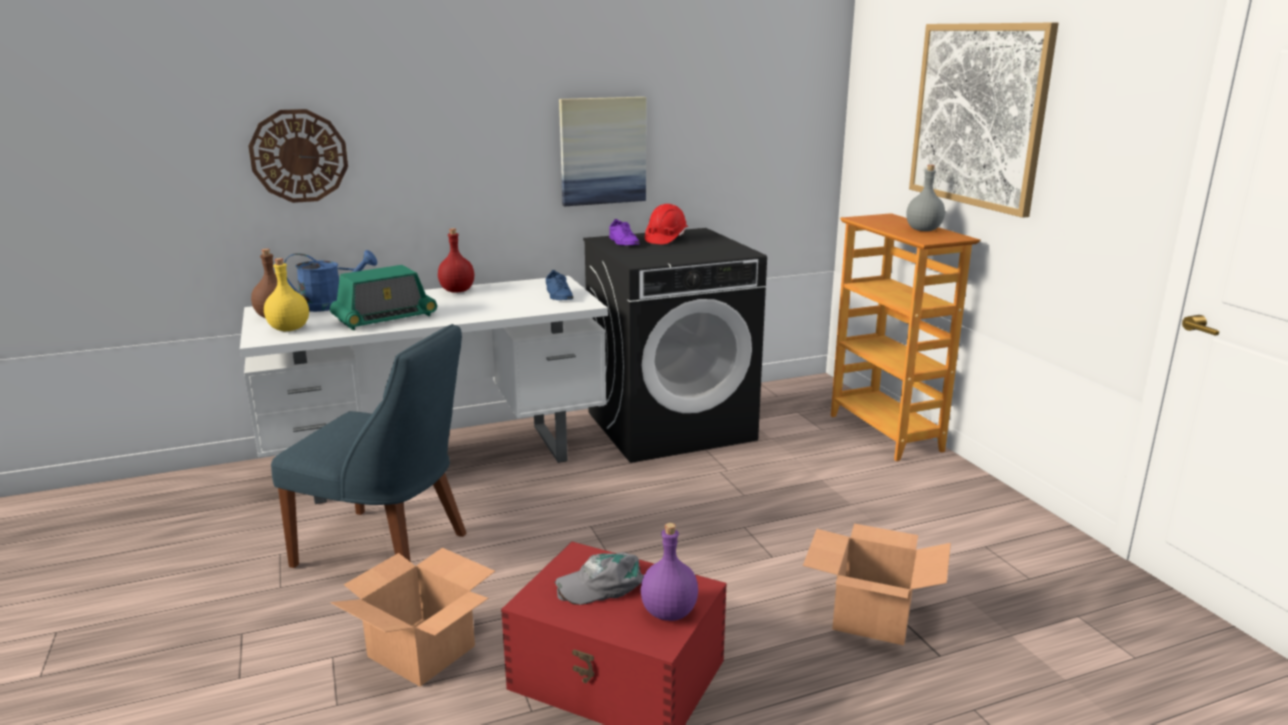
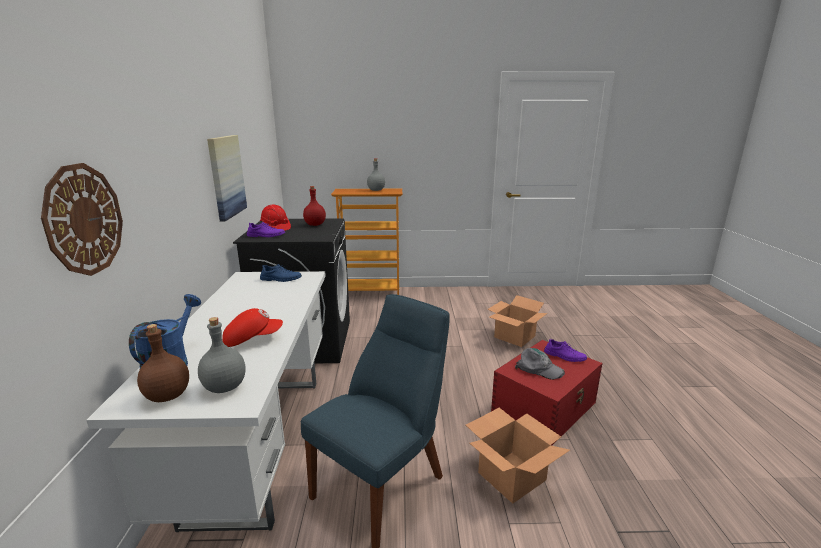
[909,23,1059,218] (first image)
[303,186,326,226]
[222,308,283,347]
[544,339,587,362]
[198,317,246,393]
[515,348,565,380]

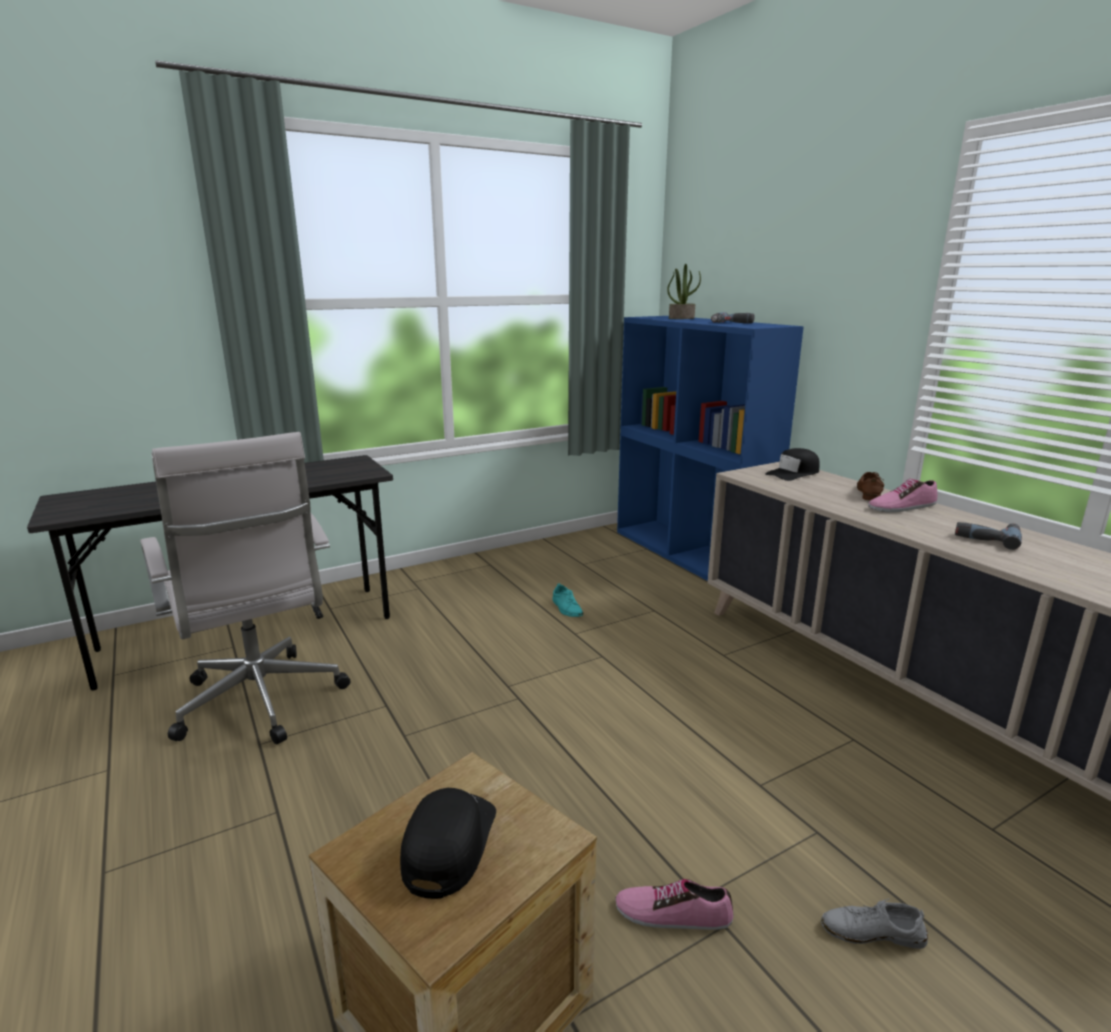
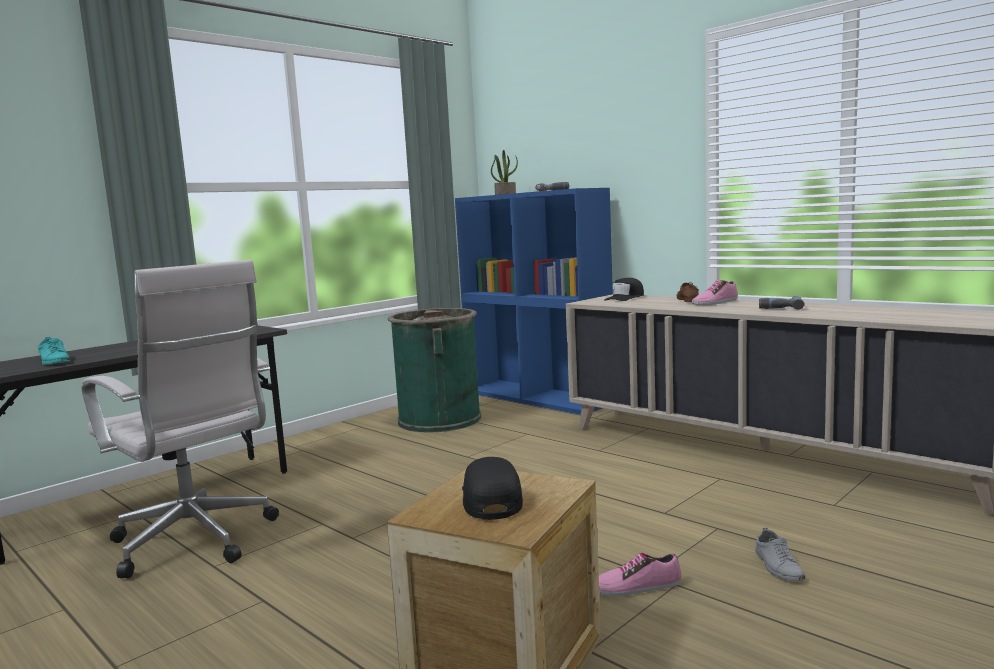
[388,308,481,432]
[38,337,70,365]
[755,527,805,581]

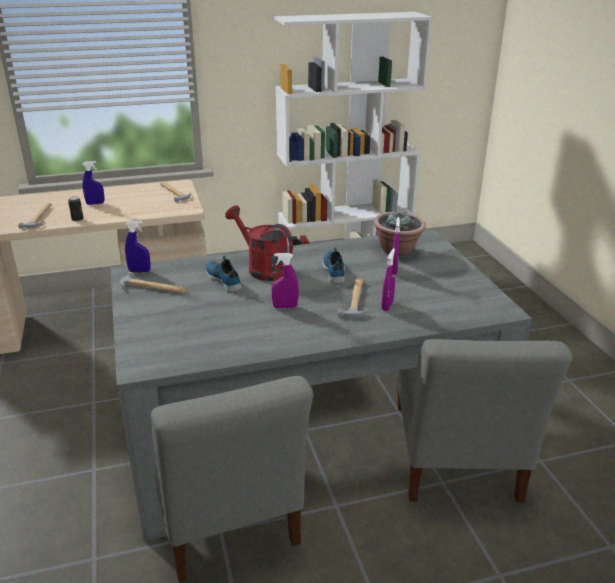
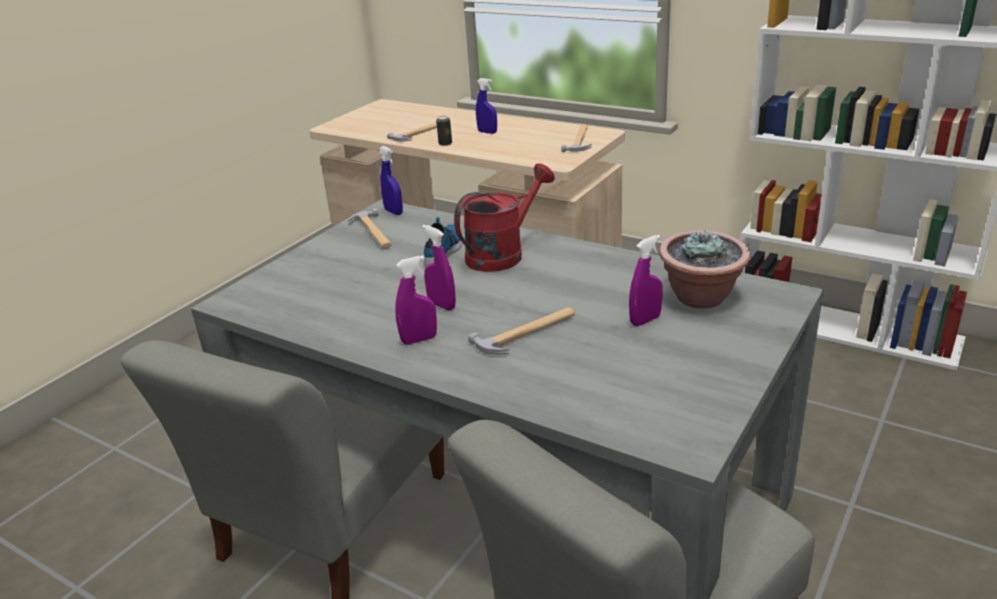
[323,247,345,284] (first image)
[395,255,437,344]
[454,163,555,272]

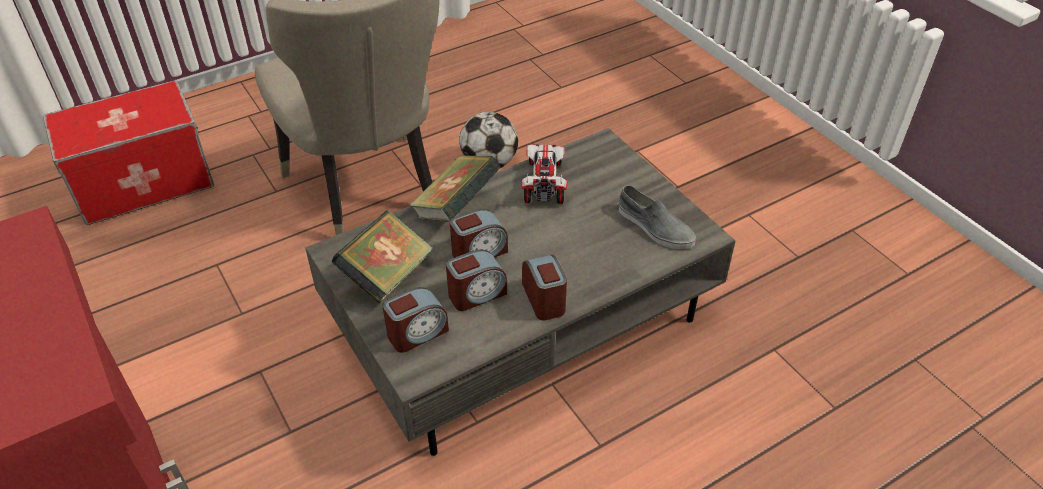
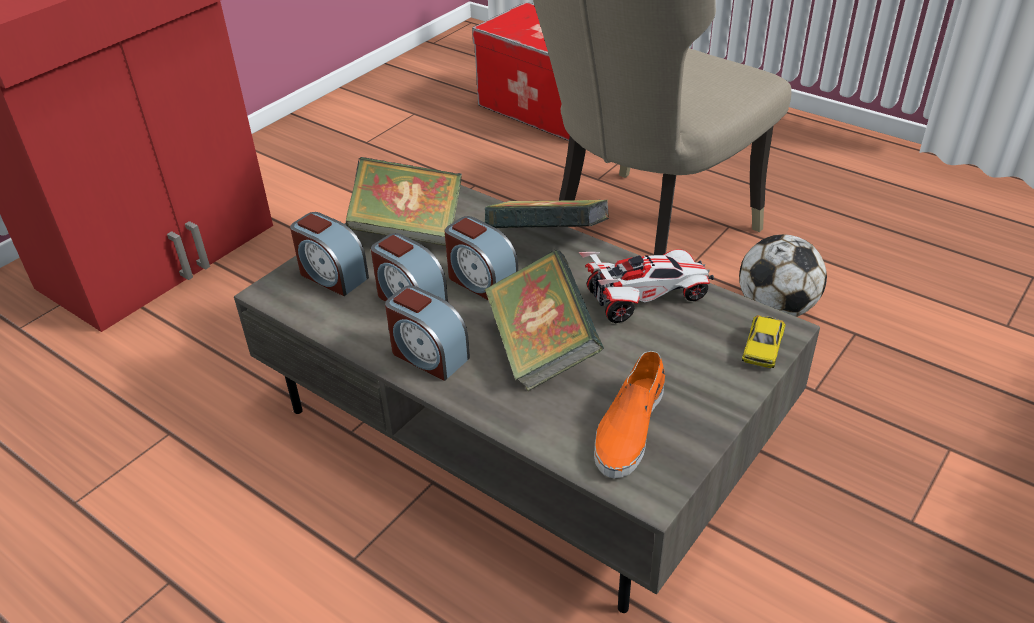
[485,250,604,391]
[742,315,786,368]
[594,351,665,479]
[385,285,470,381]

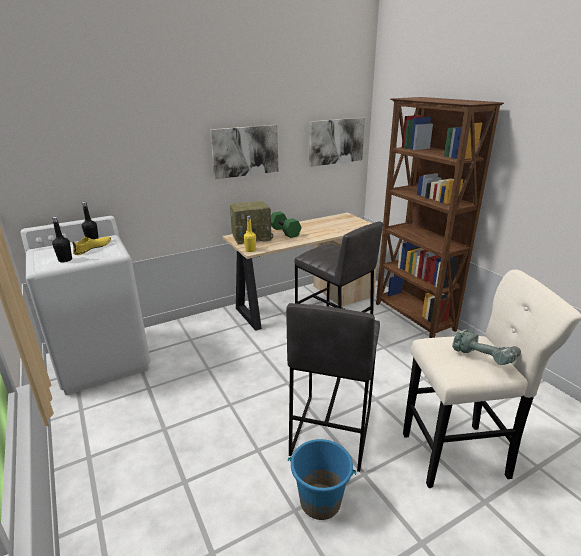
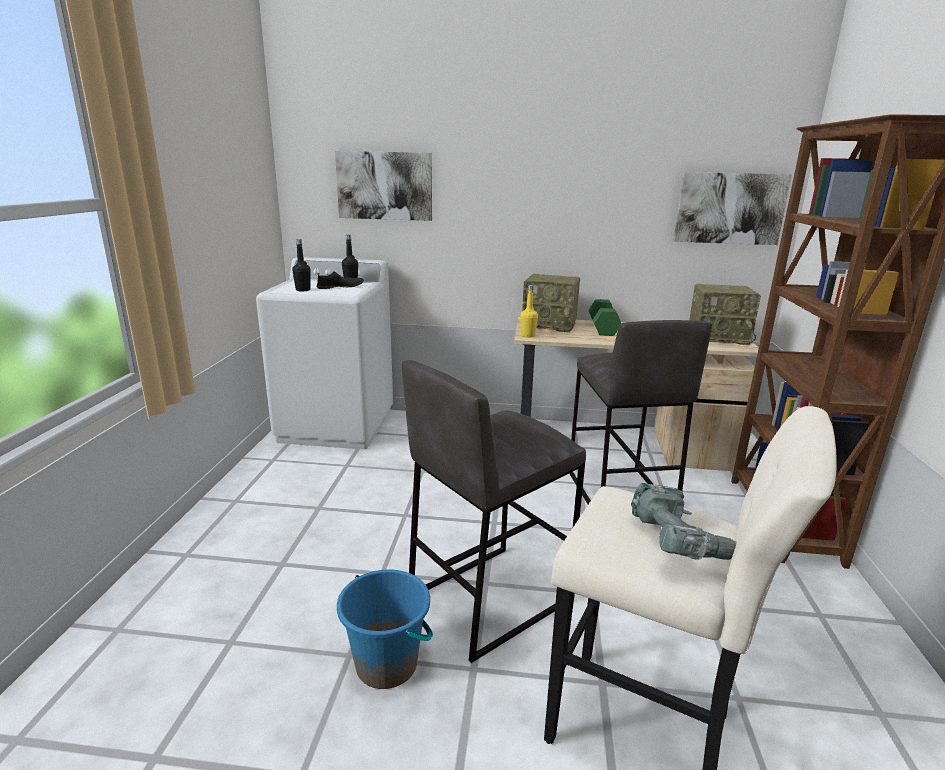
[689,284,761,345]
[335,151,432,221]
[317,271,364,289]

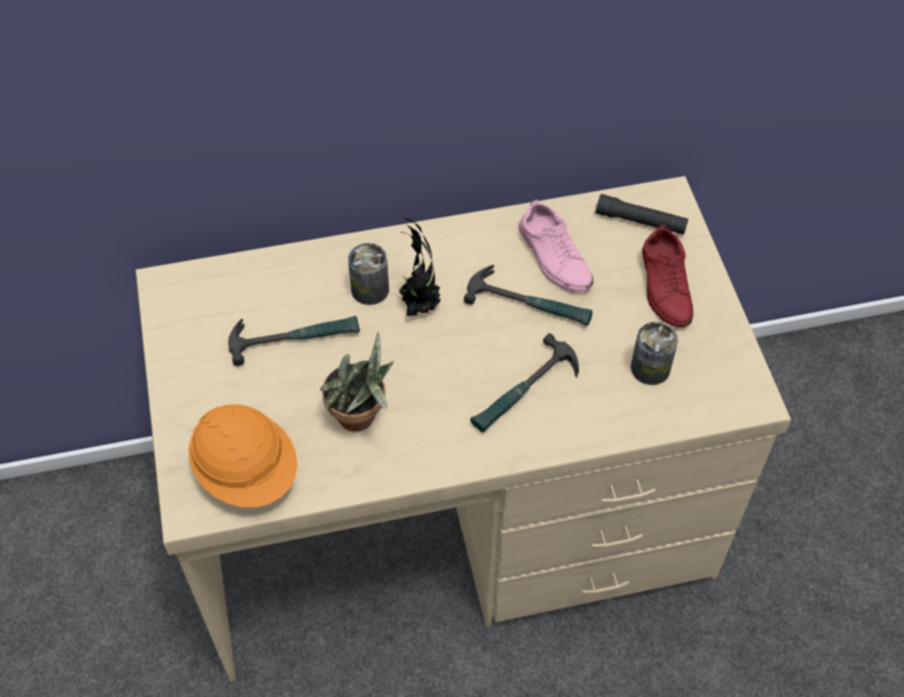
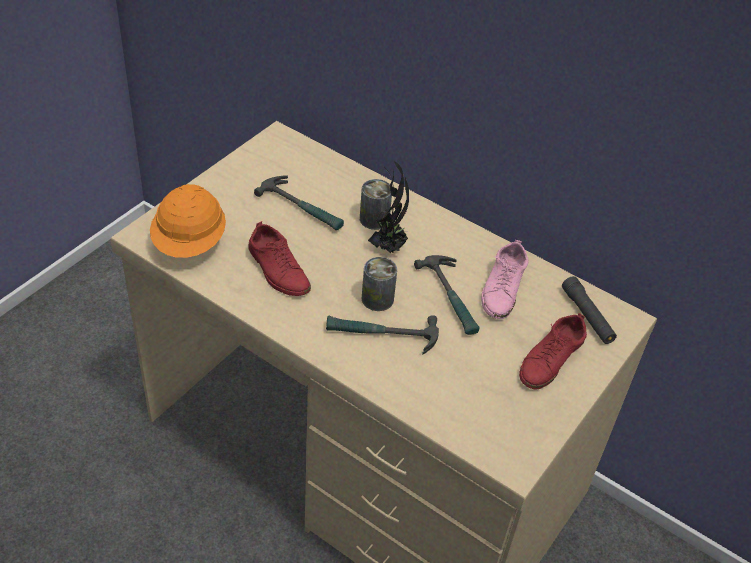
[362,257,397,311]
[248,221,311,296]

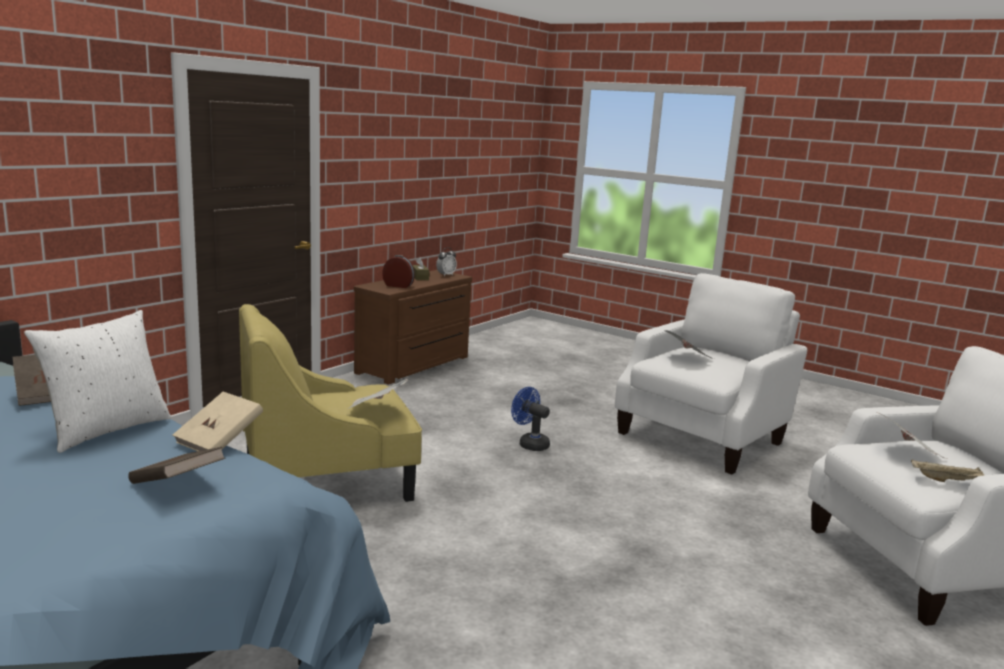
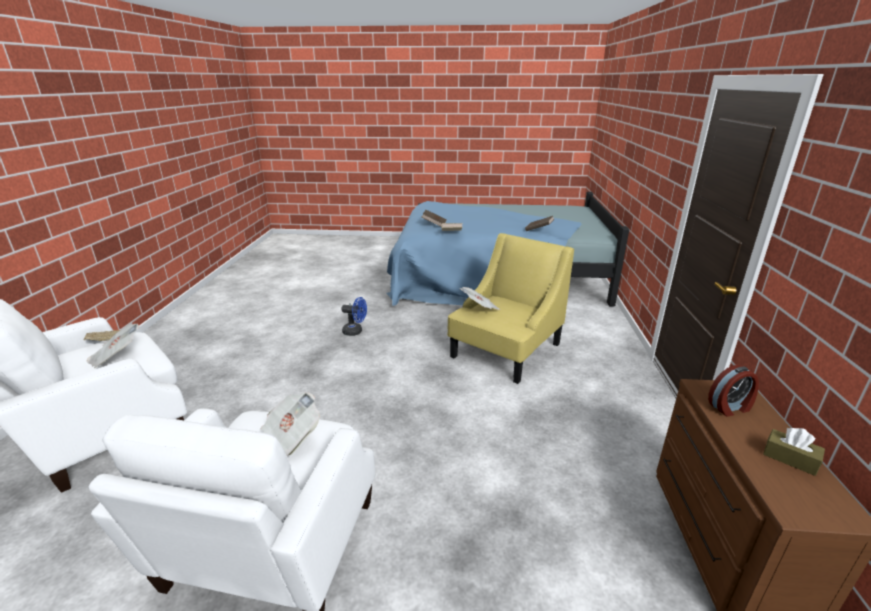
[24,310,171,453] (first image)
[436,248,457,277] (first image)
[341,297,367,336]

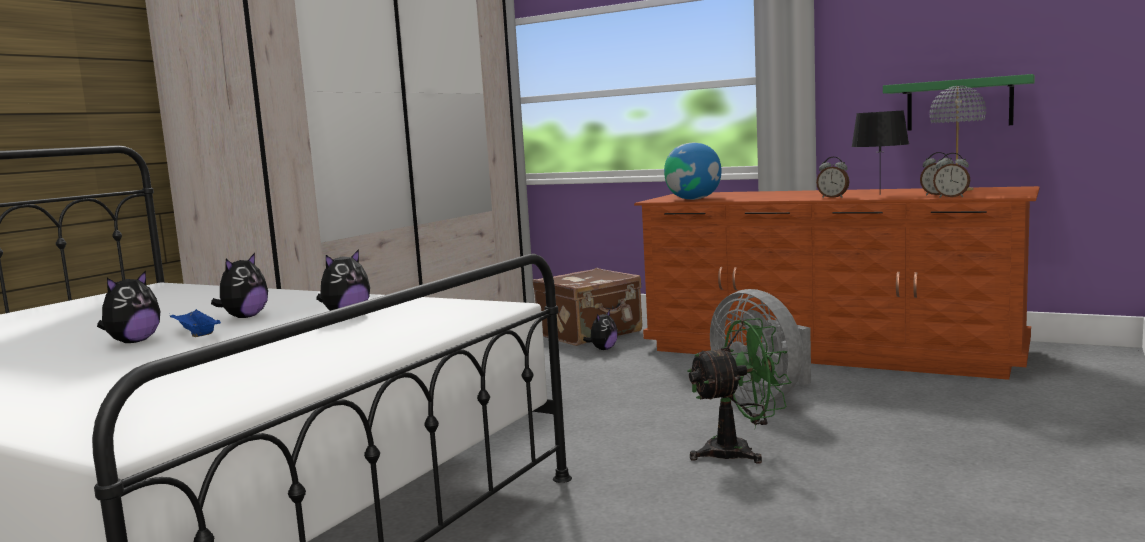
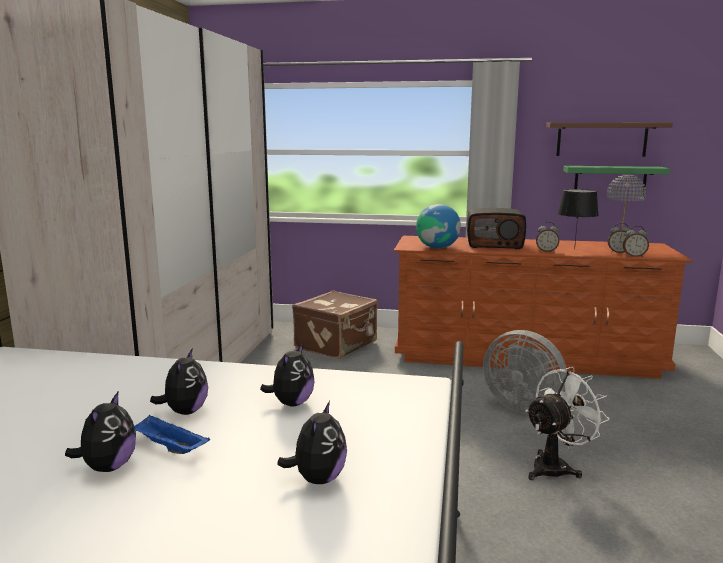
[467,208,526,249]
[546,122,673,157]
[277,401,347,484]
[525,367,610,480]

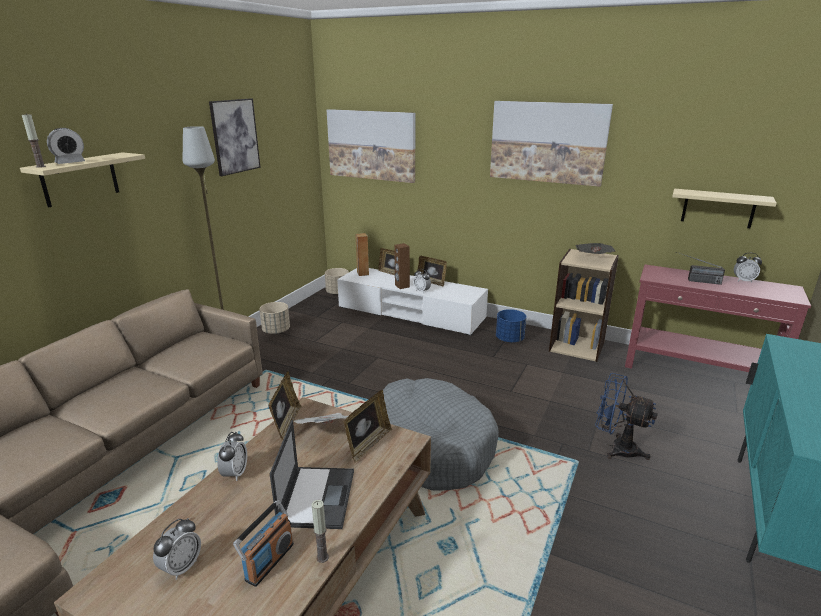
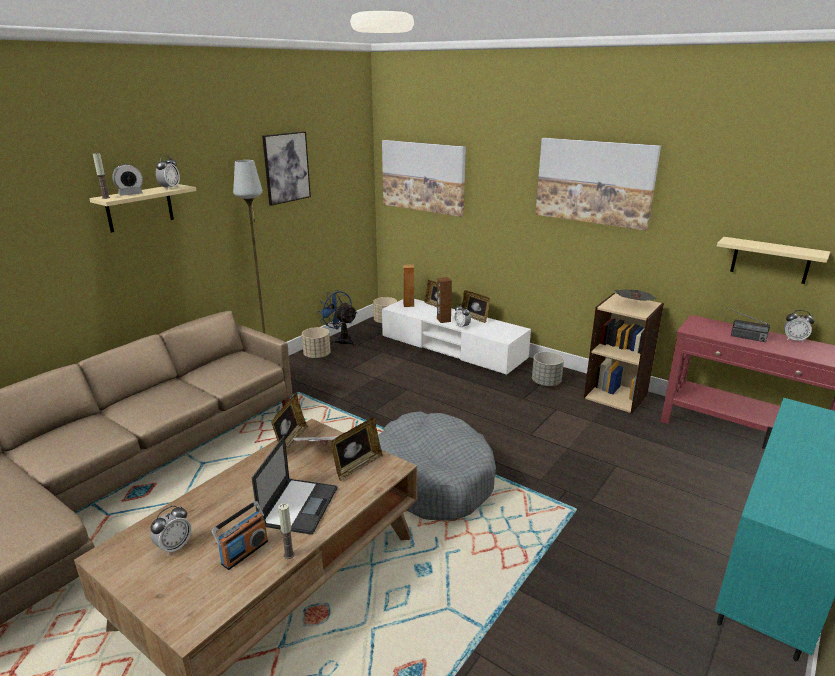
[156,155,180,189]
[317,290,357,346]
[532,352,564,386]

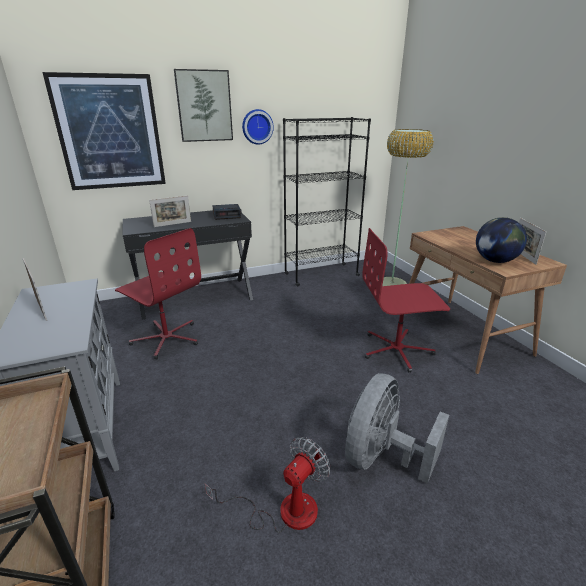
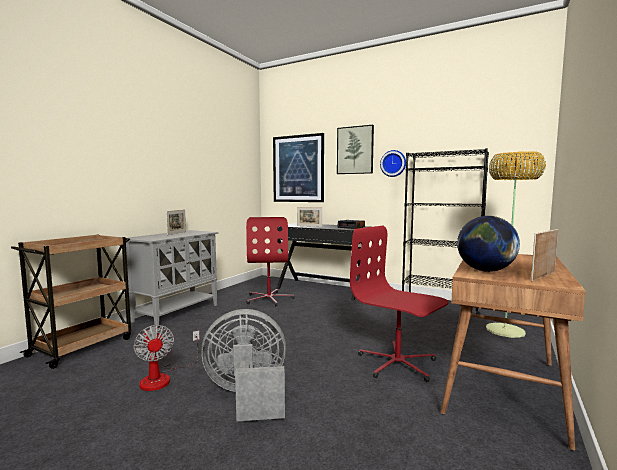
[133,325,200,391]

